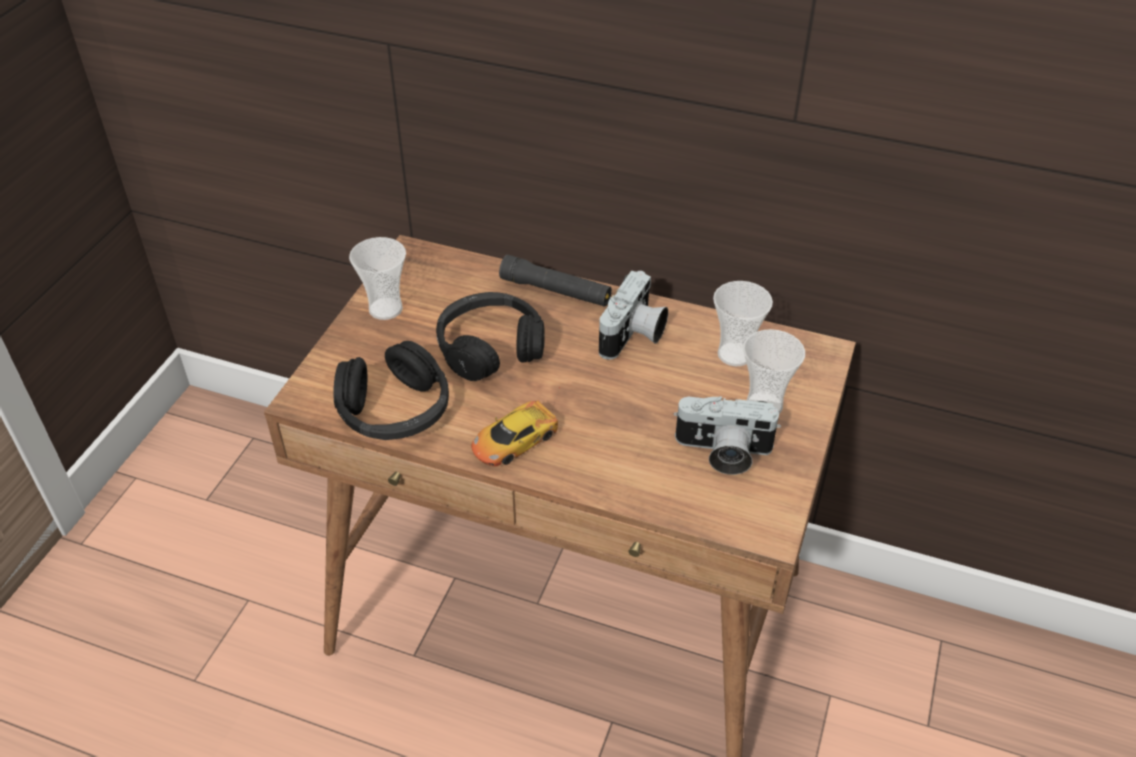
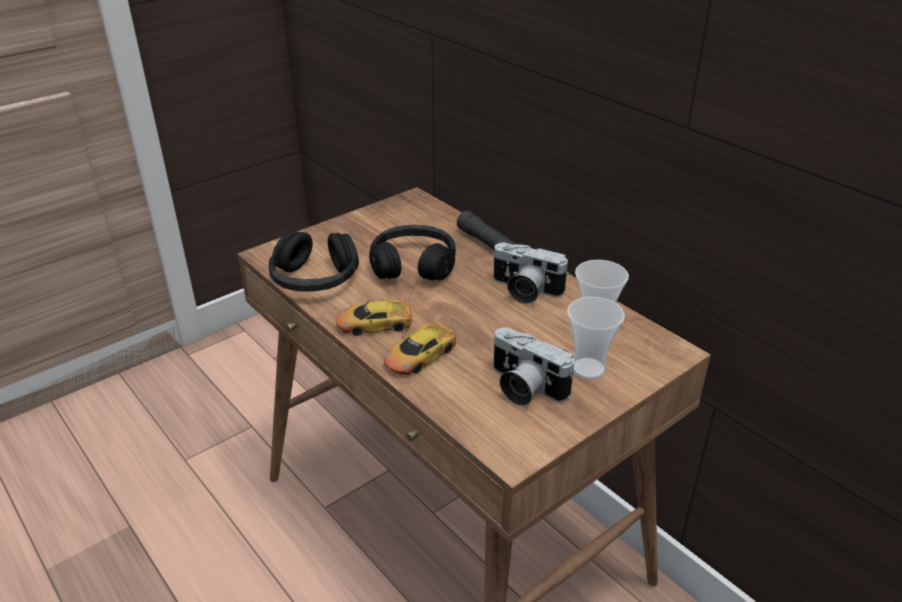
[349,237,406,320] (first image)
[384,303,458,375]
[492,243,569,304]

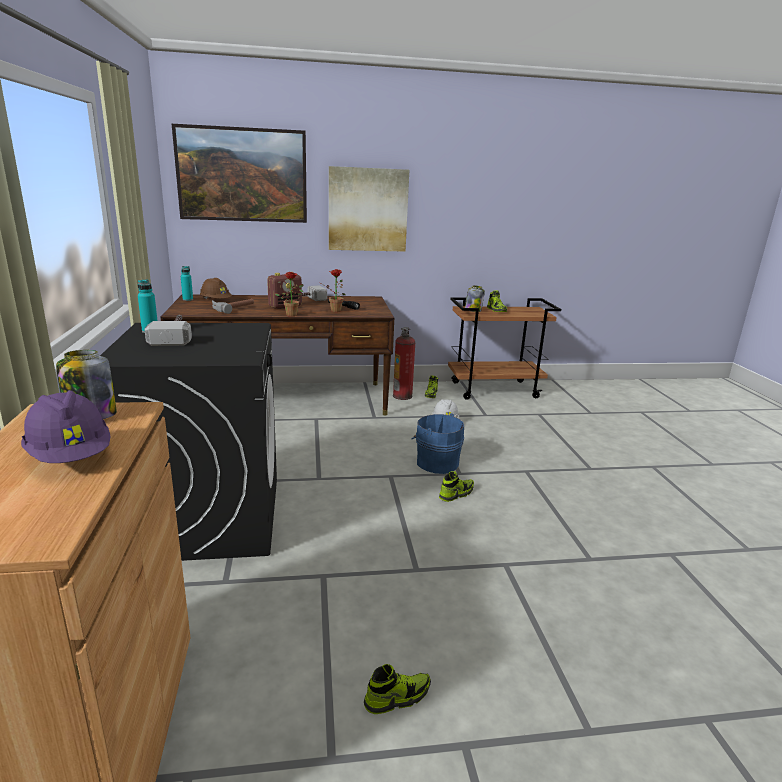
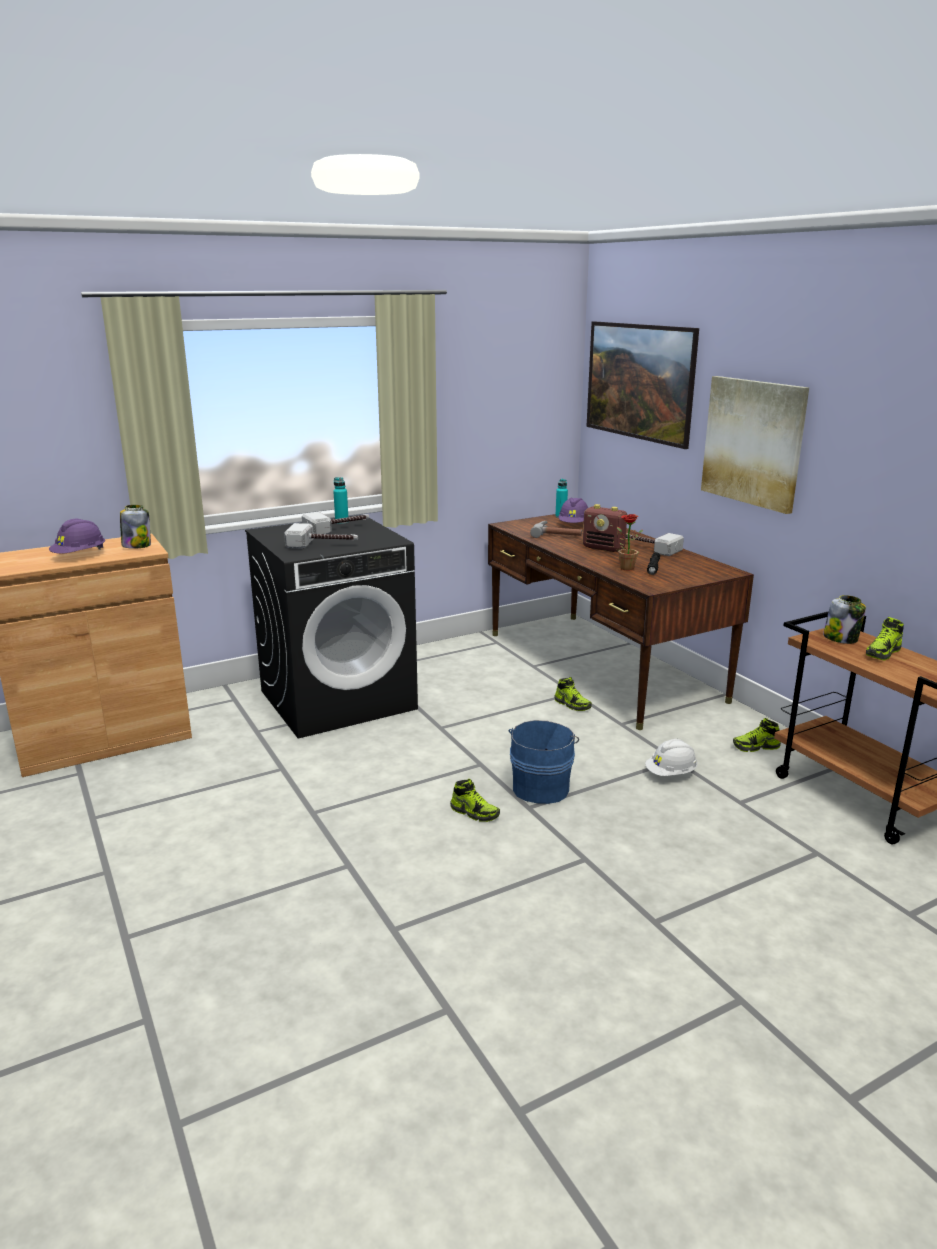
[275,272,304,317] (first image)
[393,327,415,400] (first image)
[284,523,358,549]
[554,677,592,711]
[559,497,588,523]

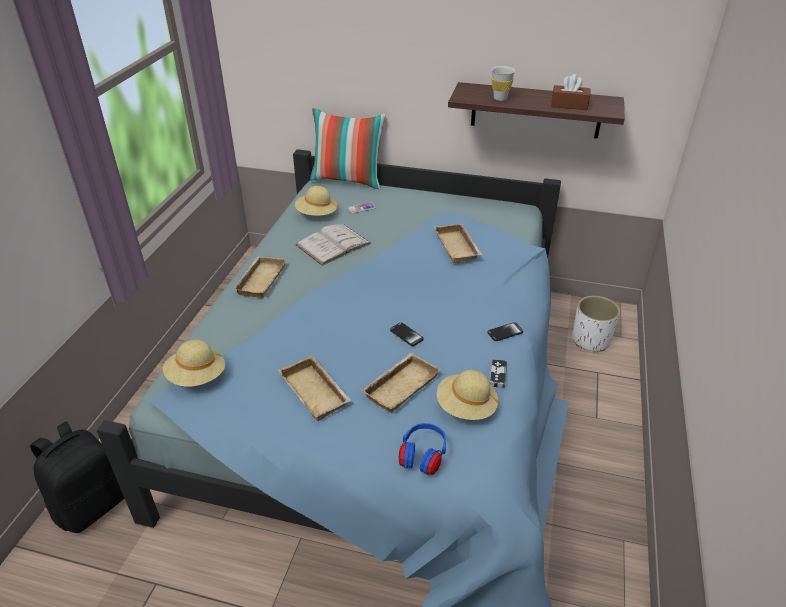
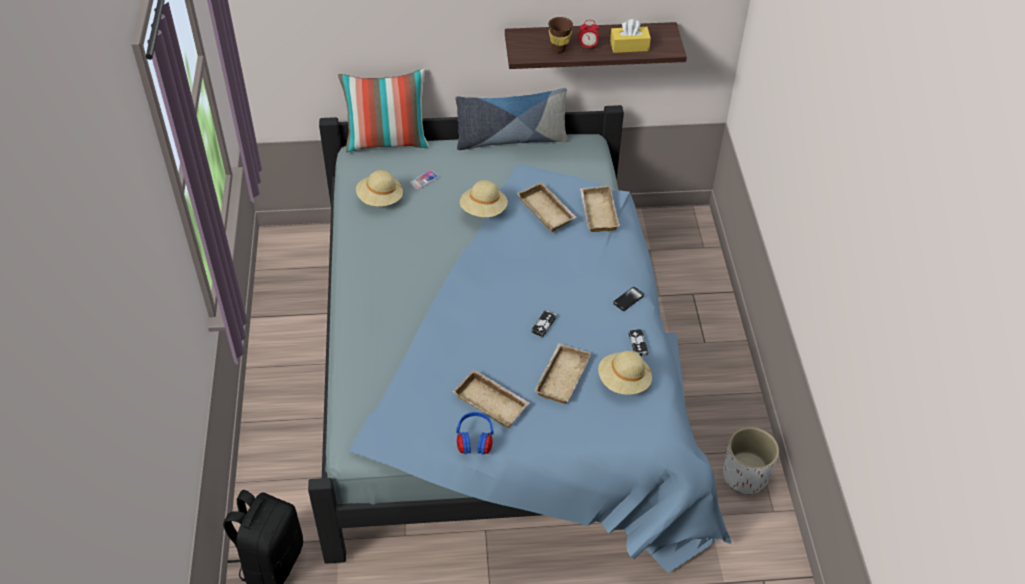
[296,224,371,266] (first image)
[455,88,568,150]
[578,20,599,50]
[460,180,508,217]
[580,186,620,232]
[456,412,494,455]
[723,427,779,494]
[531,310,556,337]
[548,17,573,53]
[610,19,651,53]

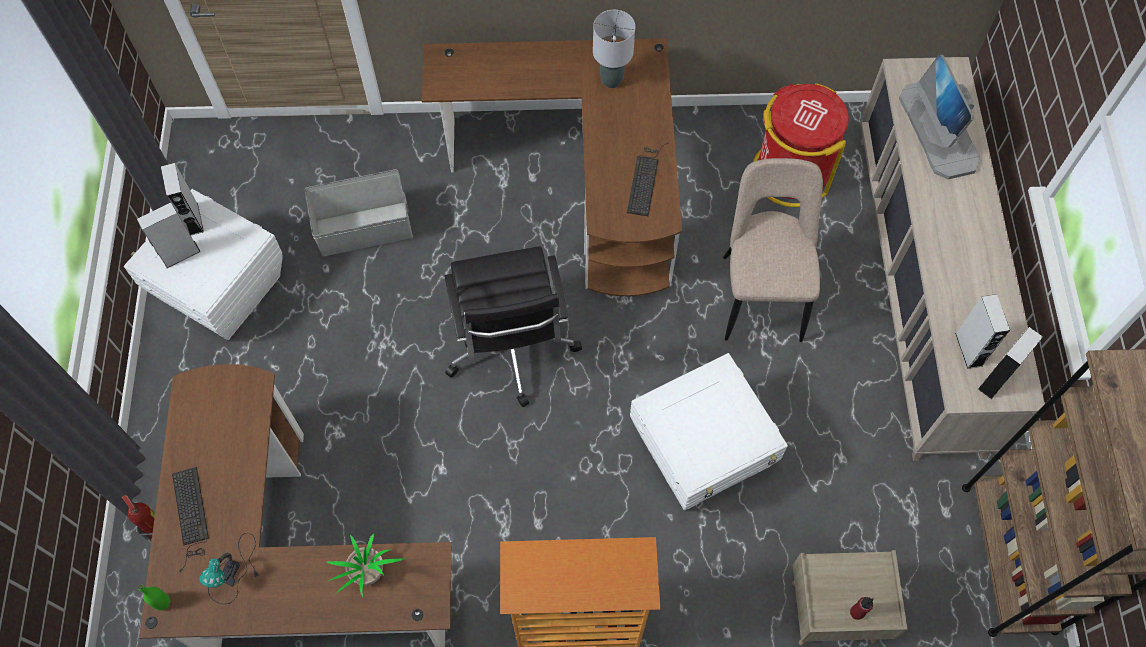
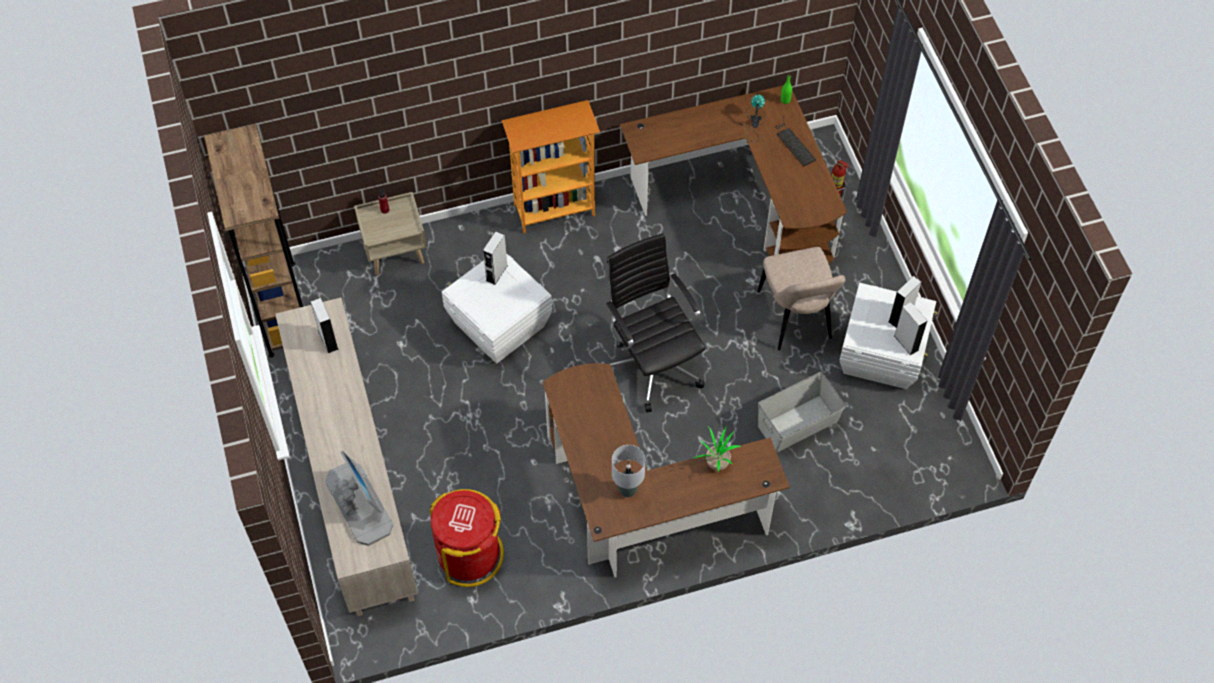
[627,143,668,216] (first image)
[692,426,741,472]
[758,247,846,350]
[483,231,508,285]

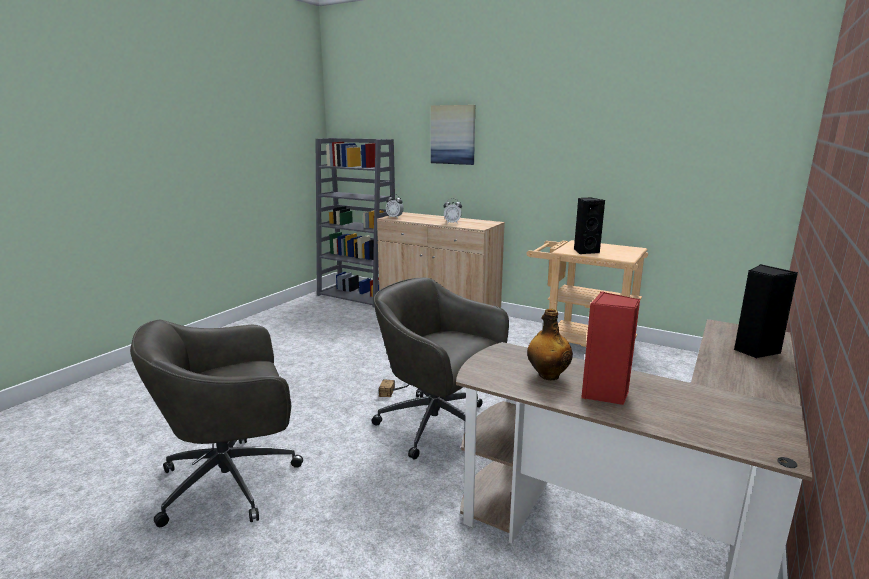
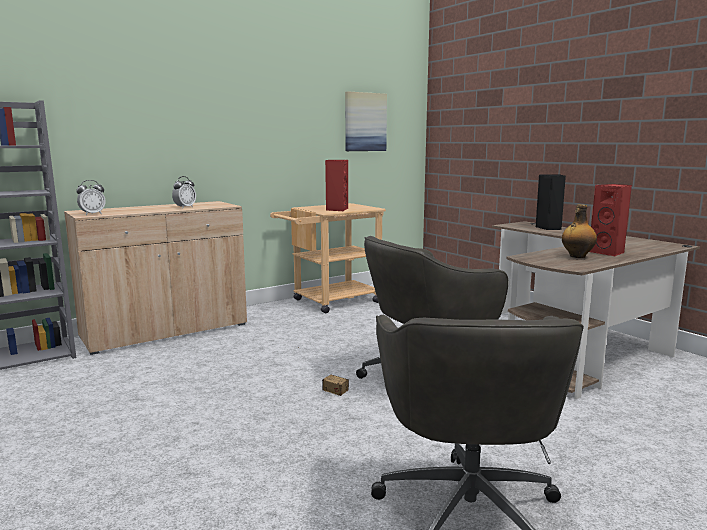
[345,91,387,151]
[325,160,348,211]

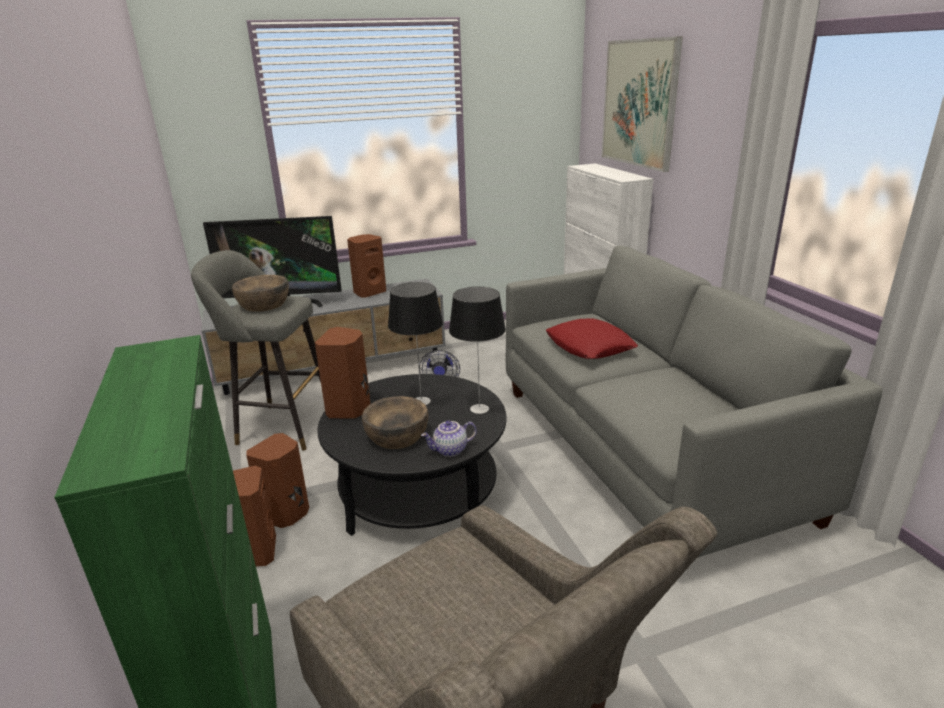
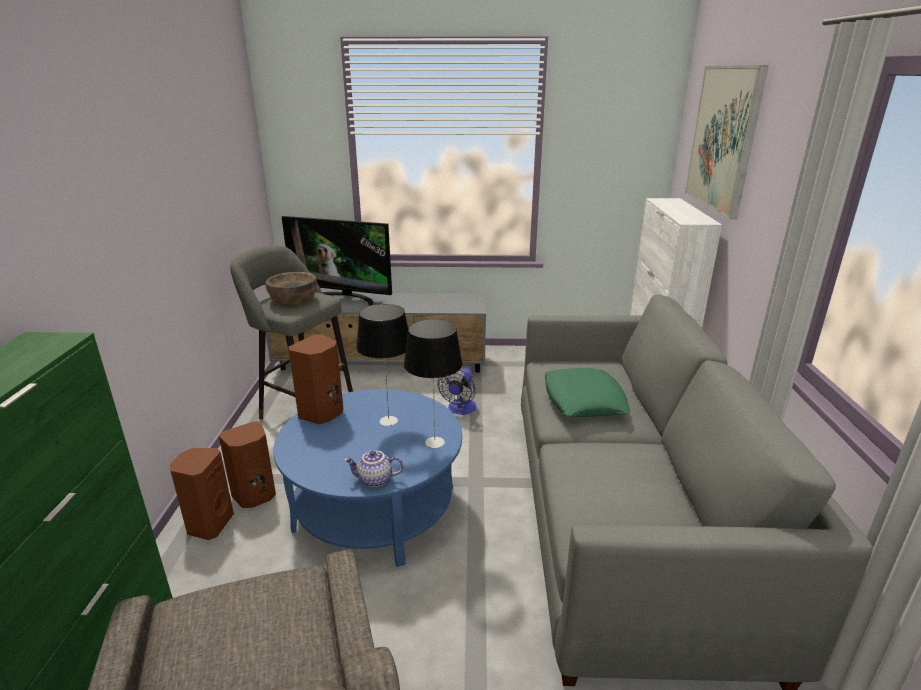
[347,234,386,298] (first image)
[362,396,428,449] (first image)
[273,389,462,567]
[545,368,630,417]

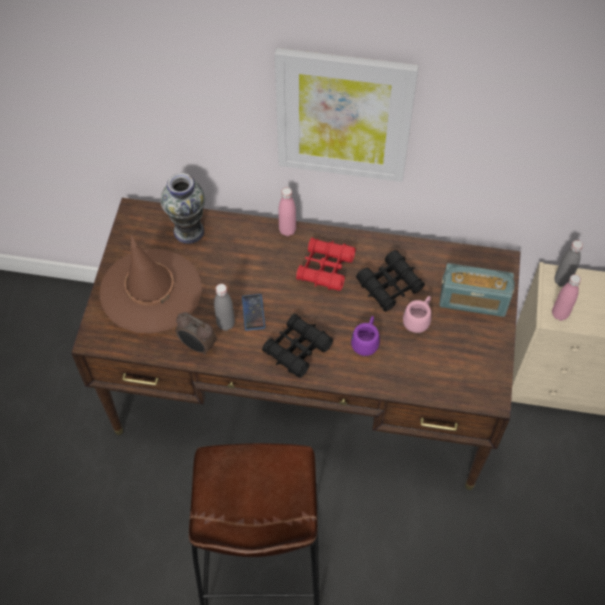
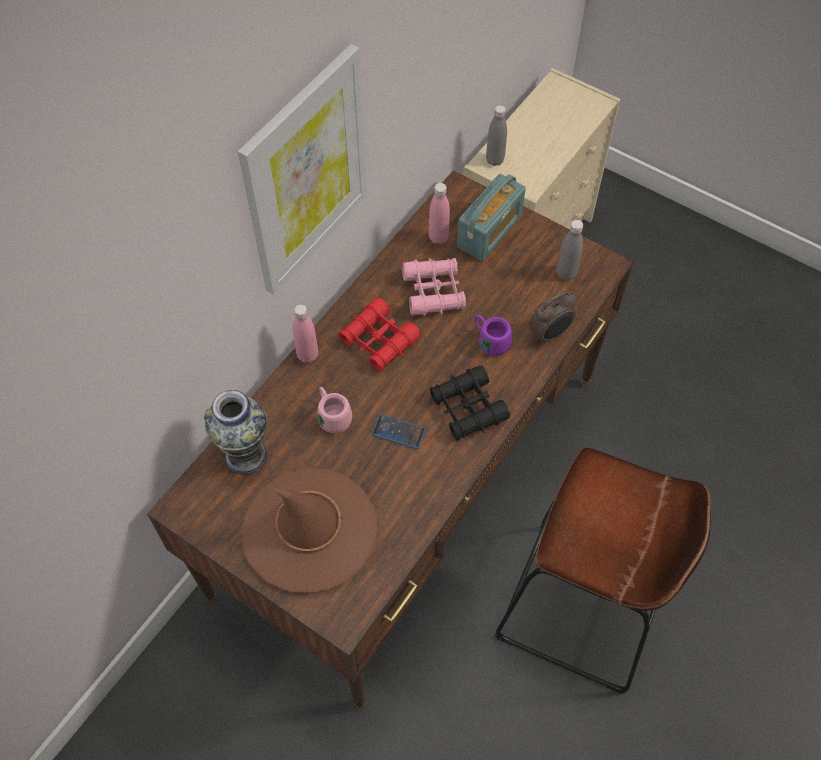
[529,291,576,345]
[557,220,583,280]
[317,387,352,433]
[429,183,450,244]
[402,258,466,316]

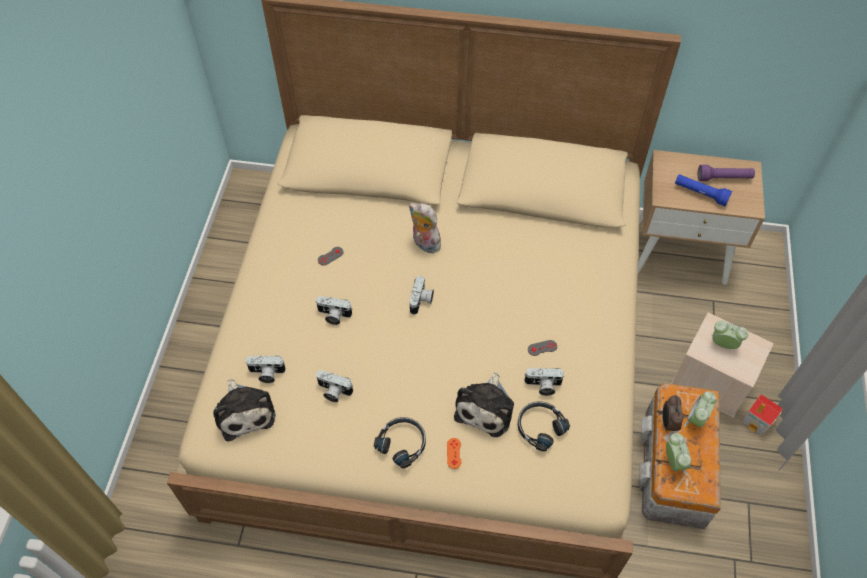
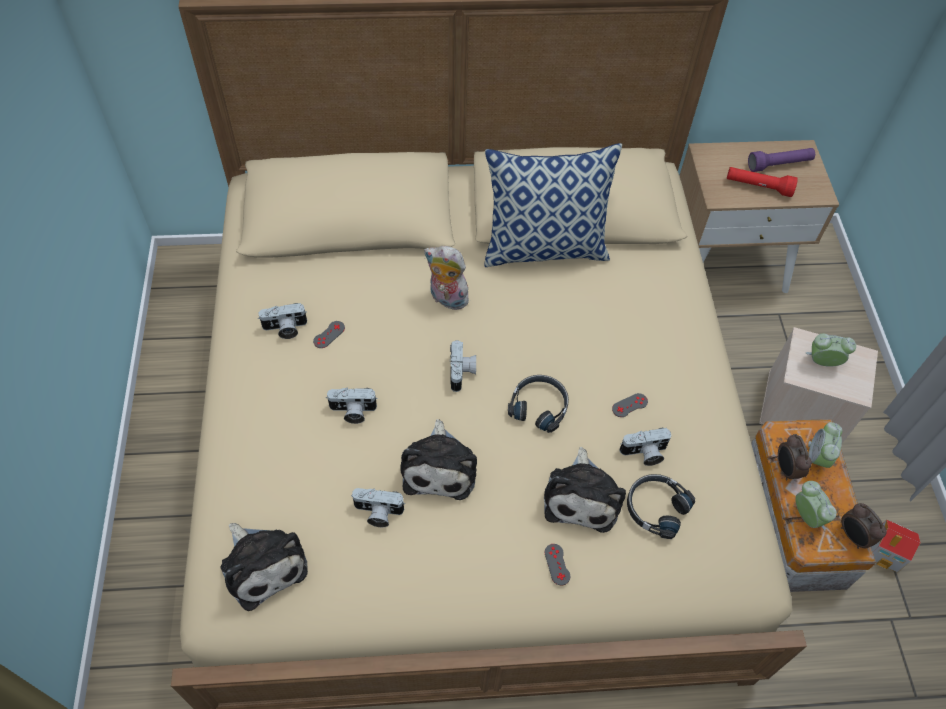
[400,419,477,500]
[484,143,622,267]
[841,503,887,549]
[258,303,307,339]
[508,375,569,433]
[871,520,920,573]
[545,544,570,586]
[727,167,798,197]

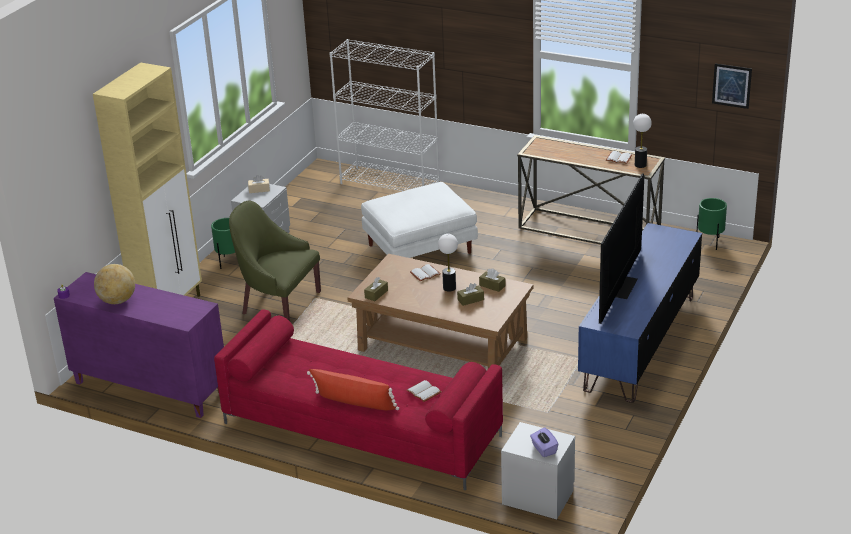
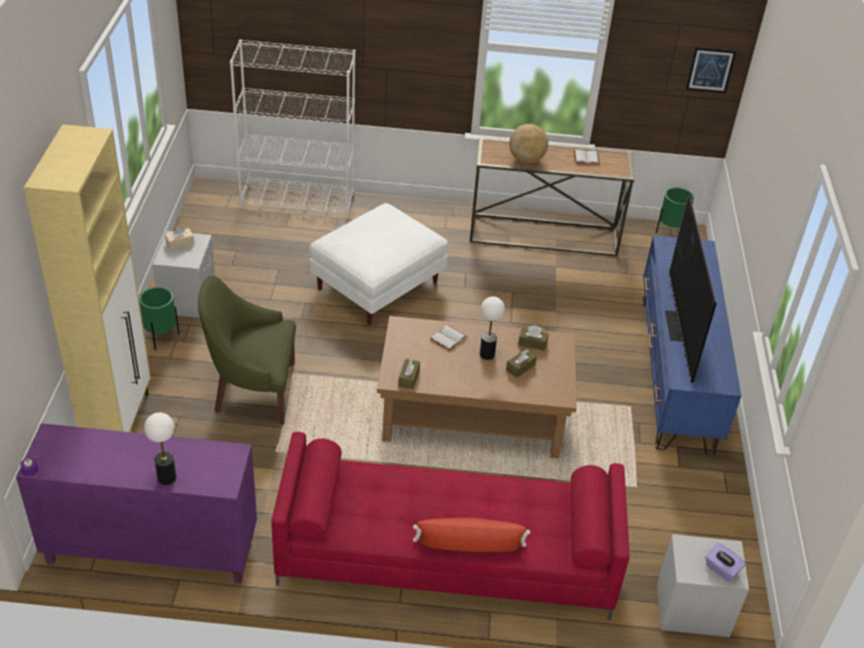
[407,380,441,402] (first image)
[509,124,548,163]
[144,412,176,485]

